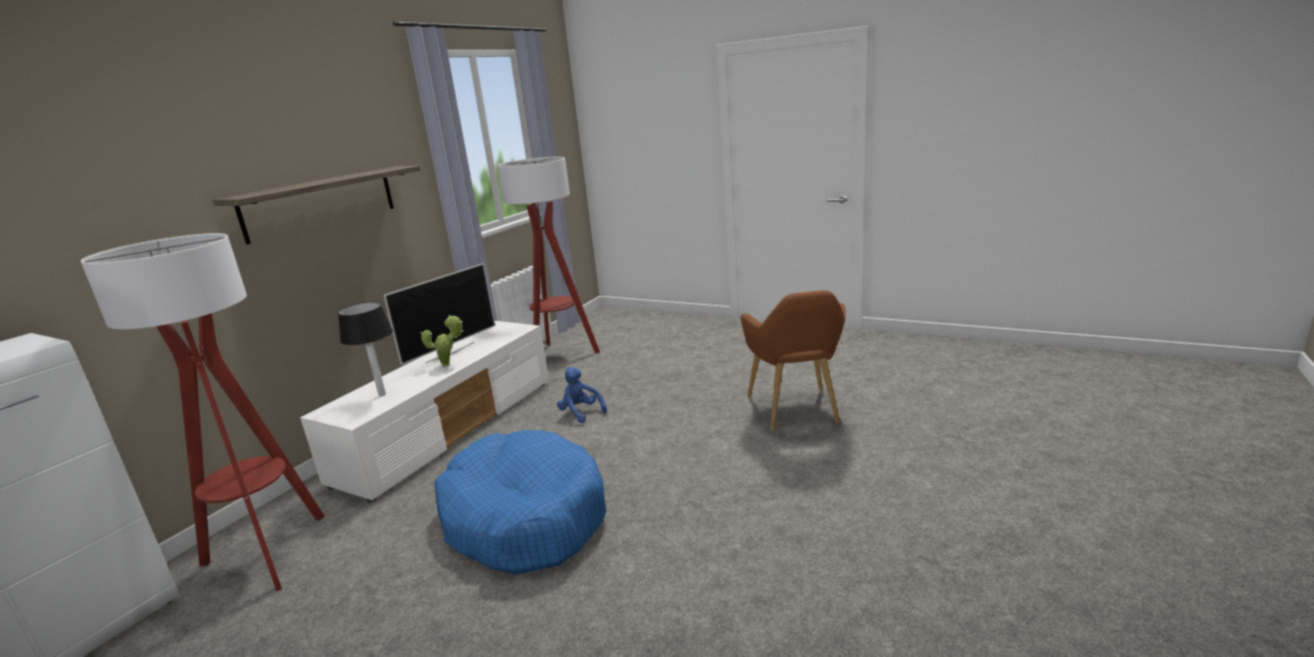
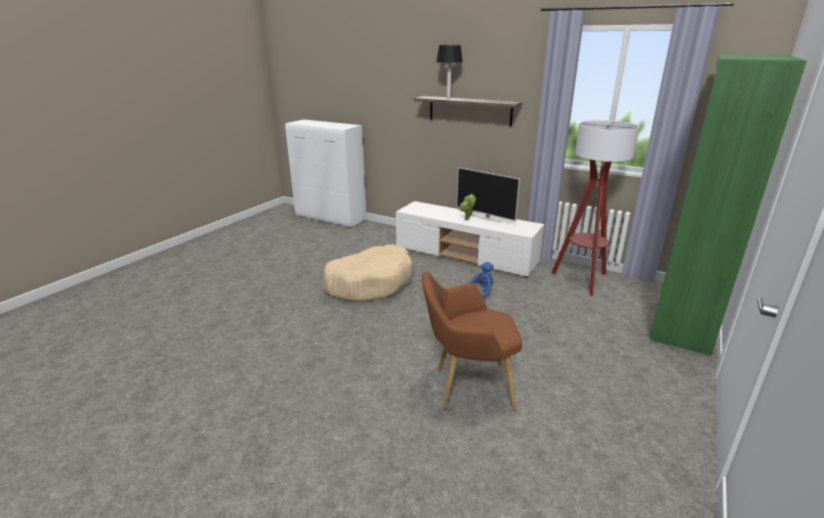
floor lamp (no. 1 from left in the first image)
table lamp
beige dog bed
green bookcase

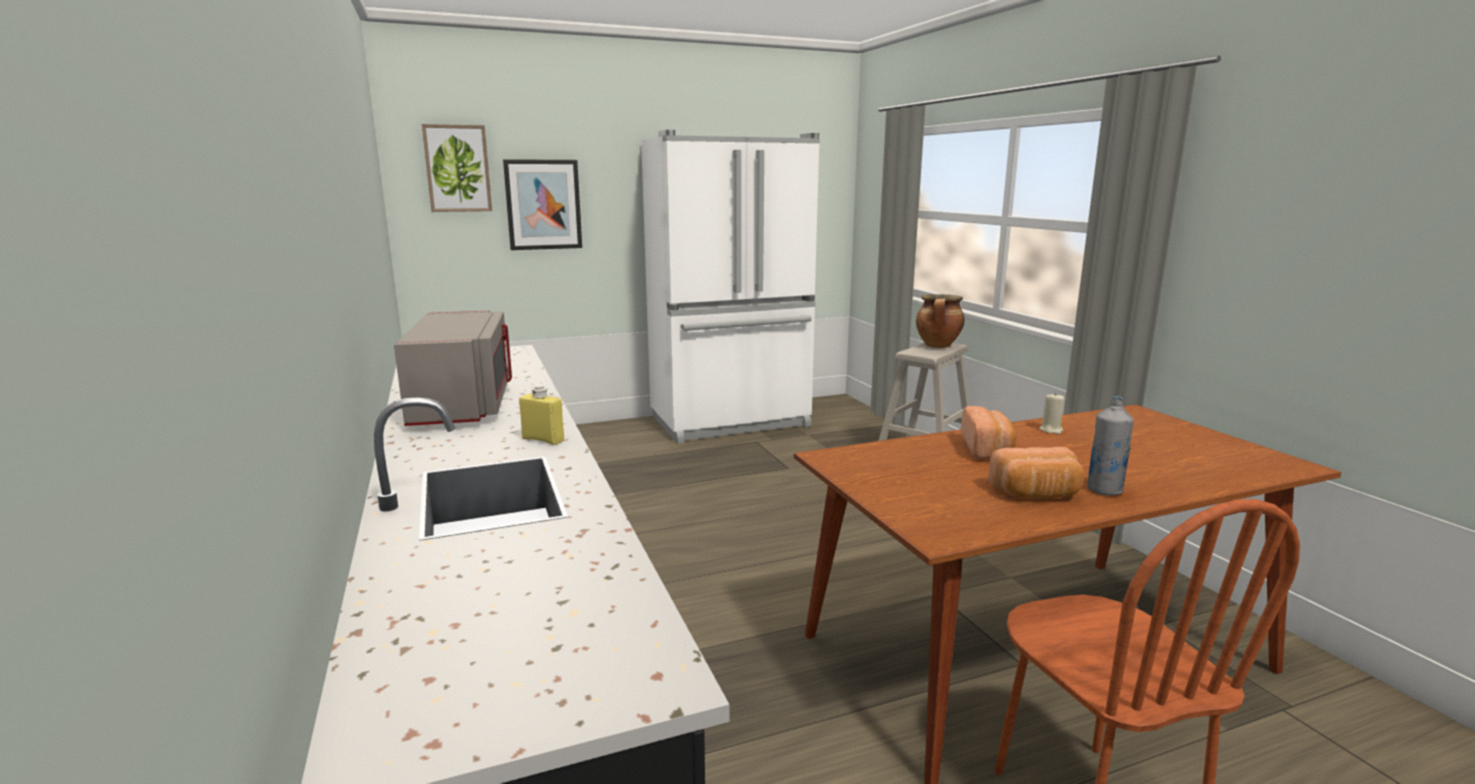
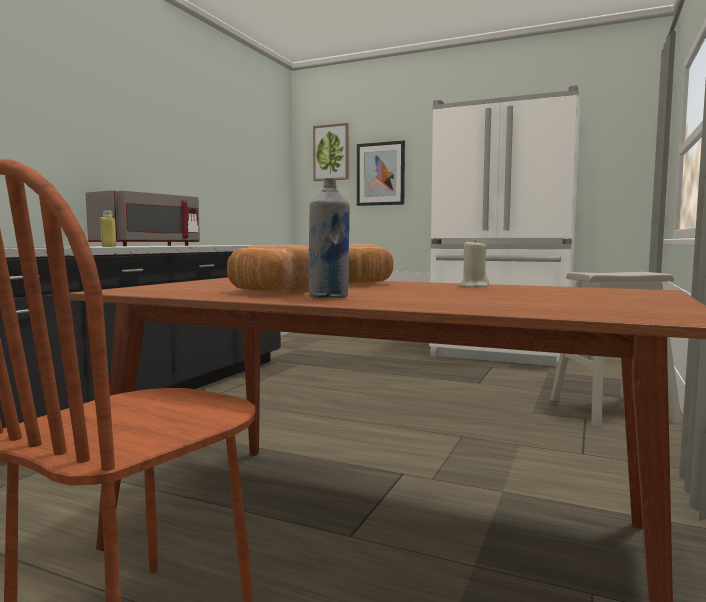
cooking pot

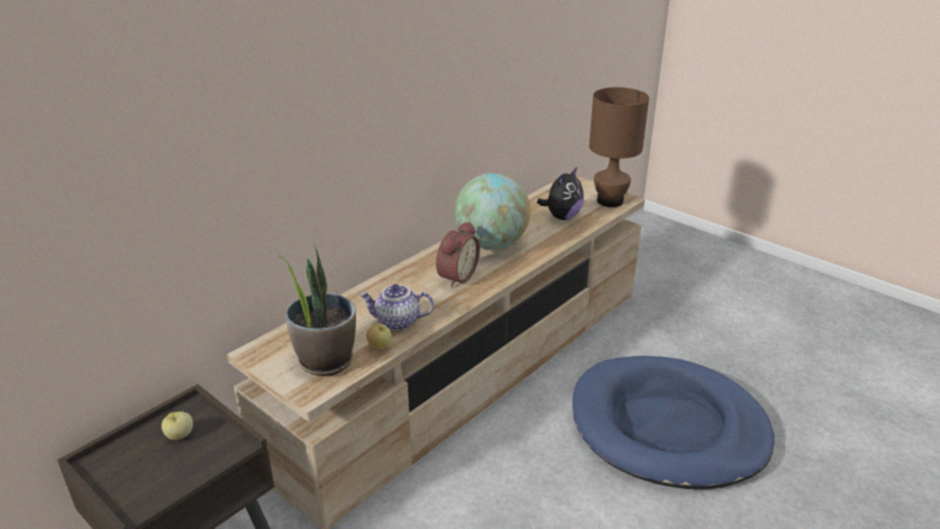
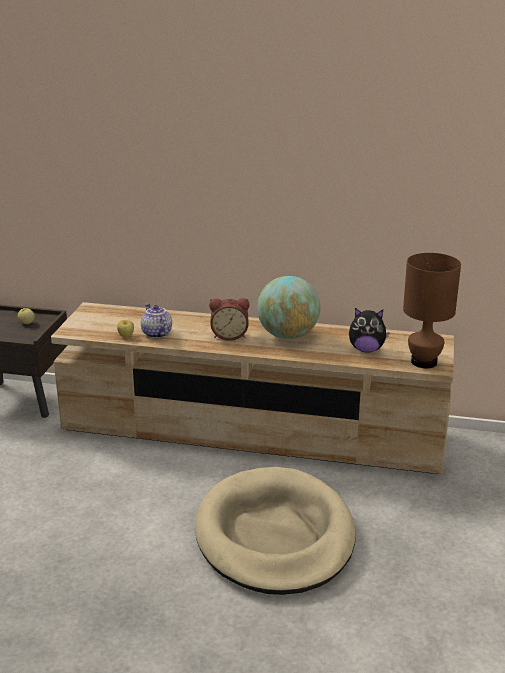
potted plant
beige dog bed

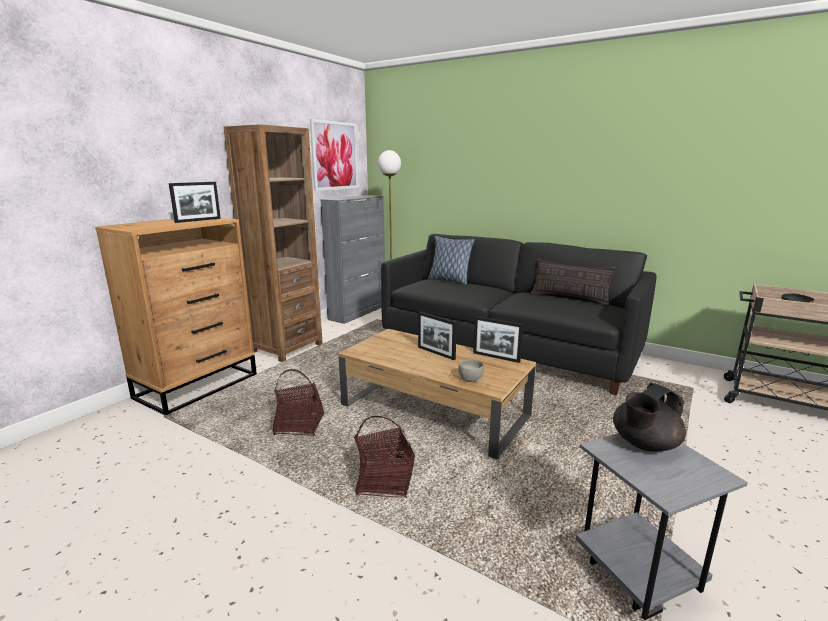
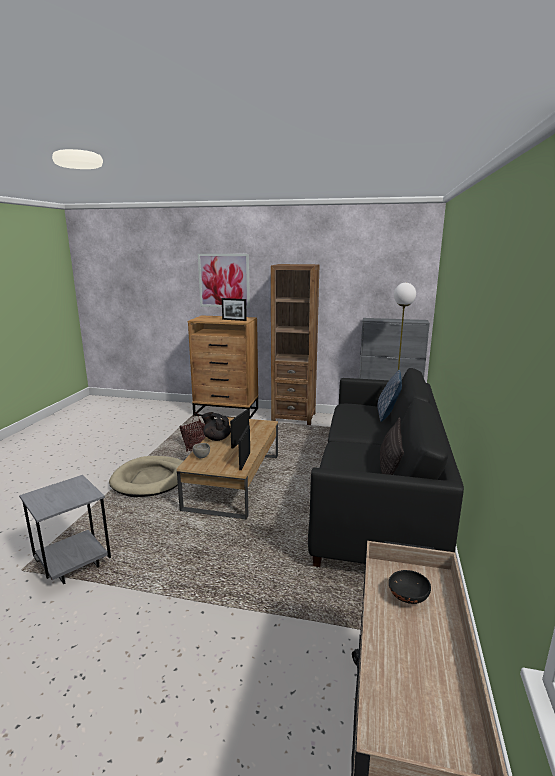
picture
beige dog bed
black teapot

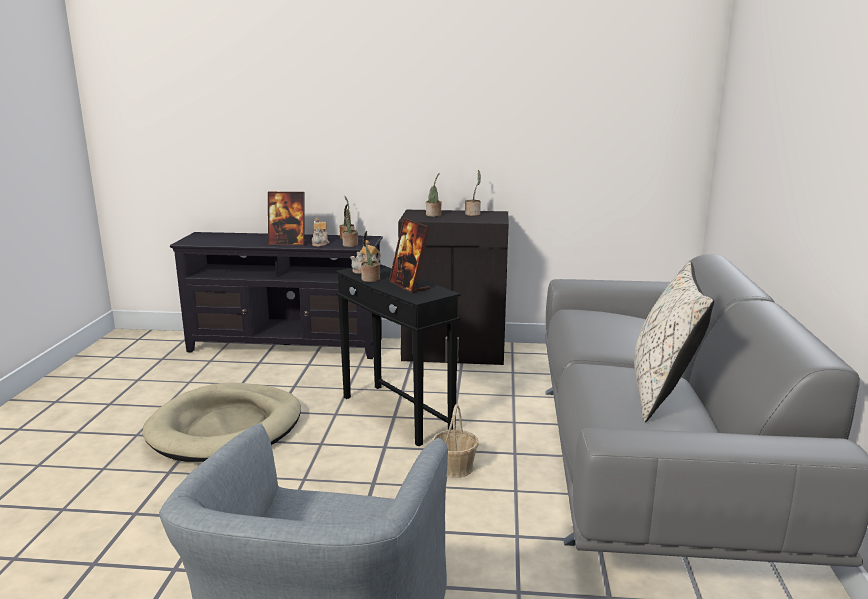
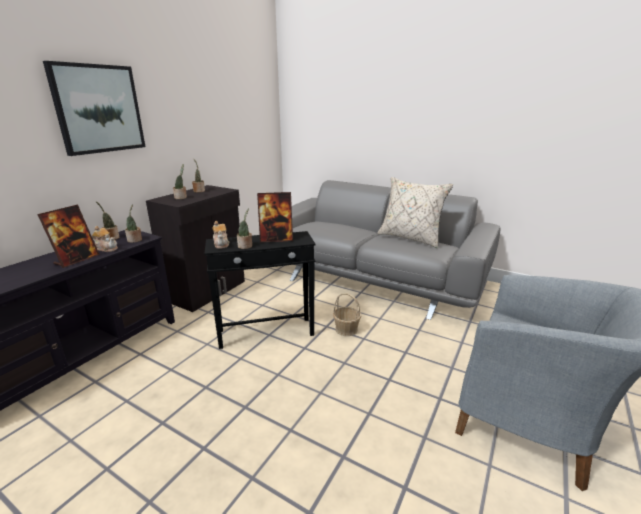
beige dog bed
picture

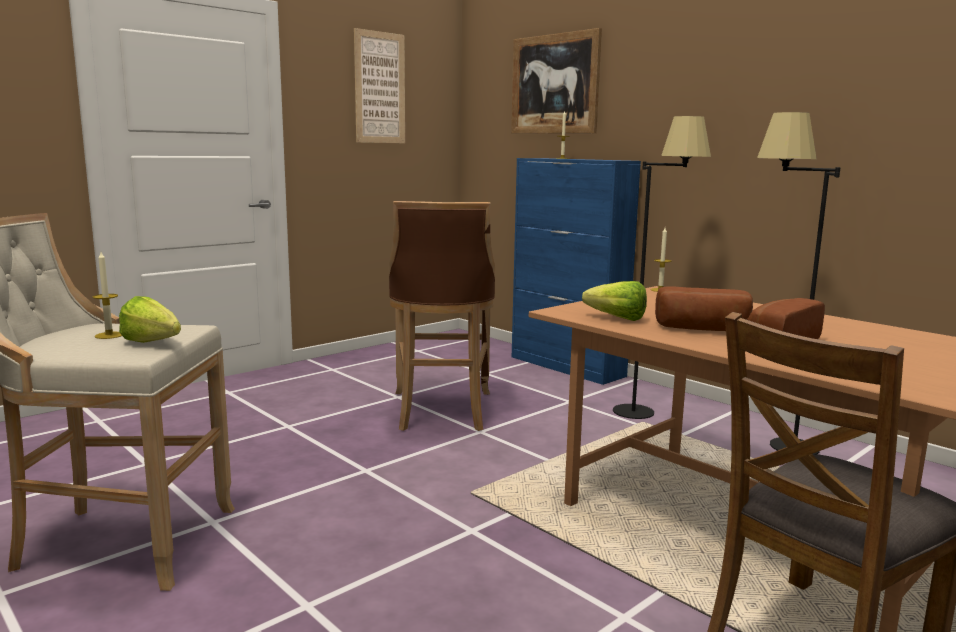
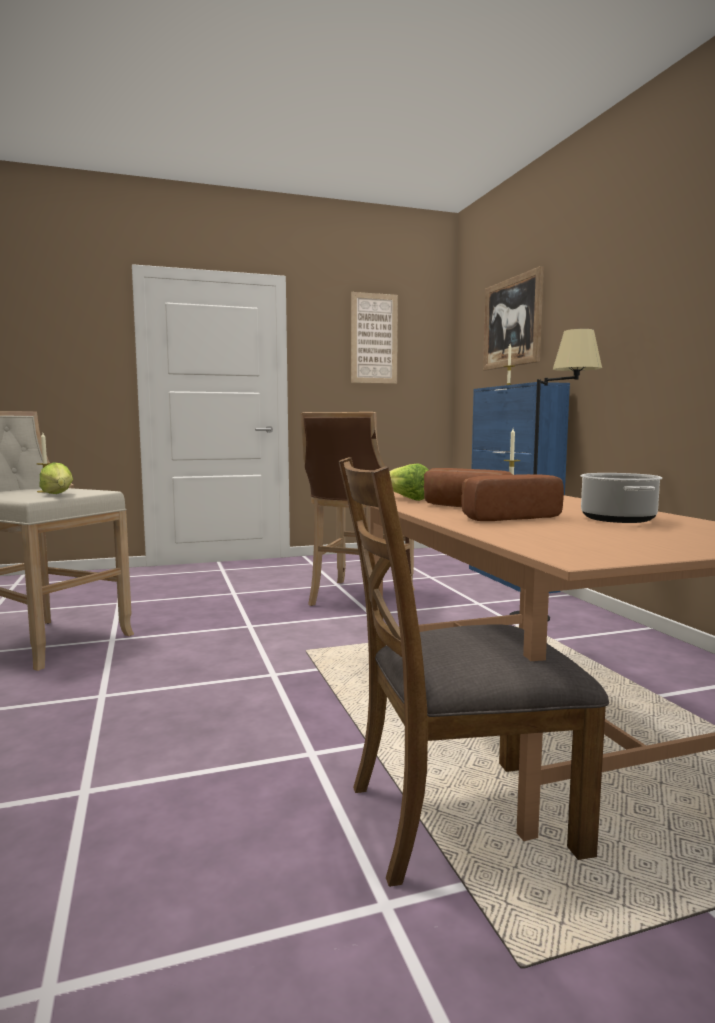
black floor lamp (no. 2 from left in the first image)
cooking pot

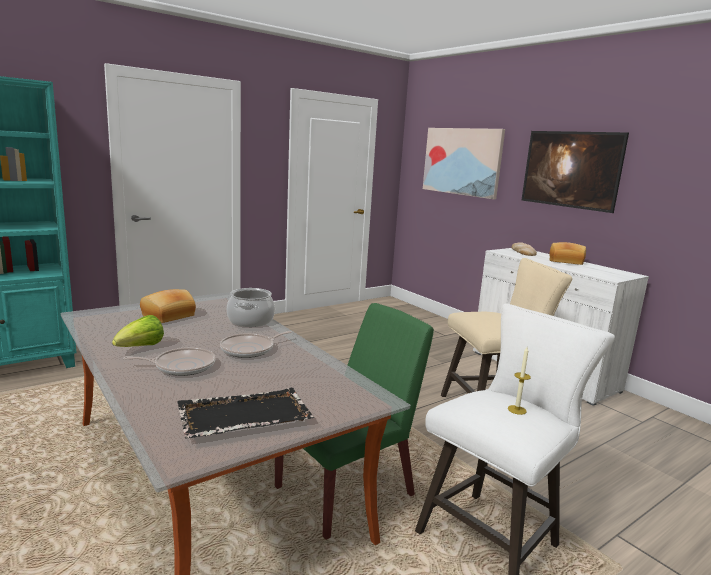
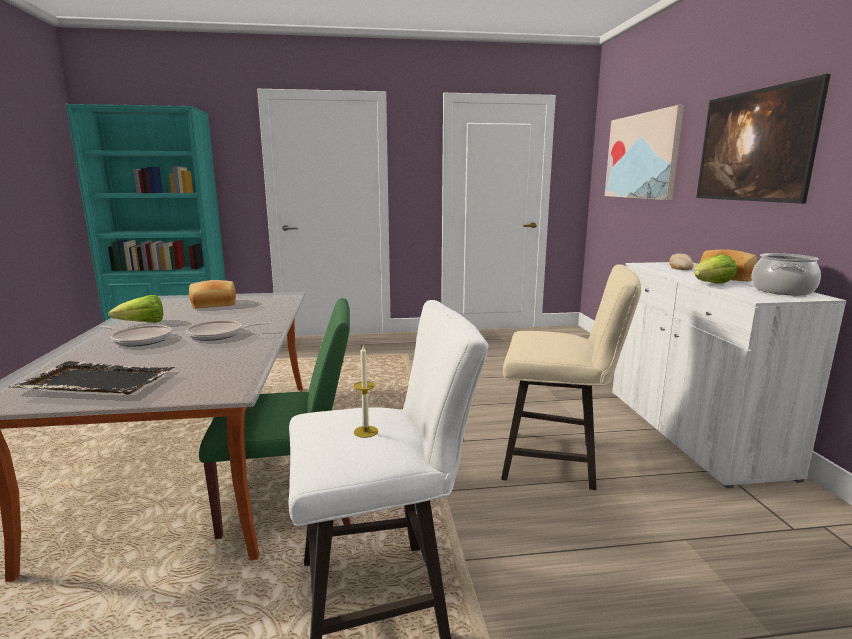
cooking pot
lettuce (no. 2 from left)

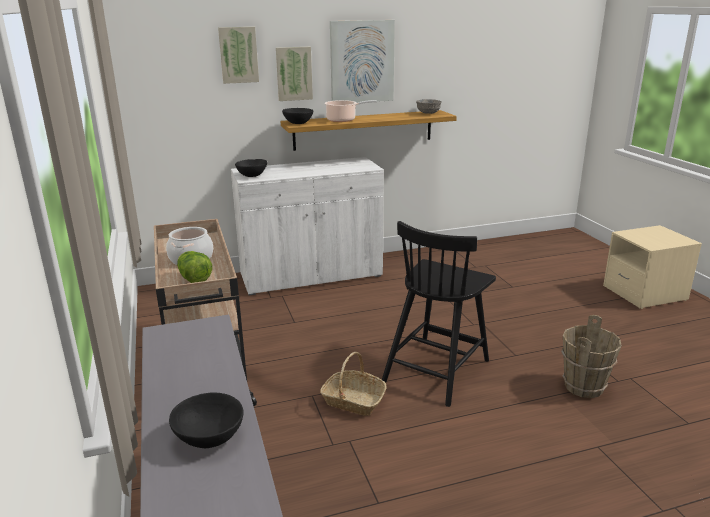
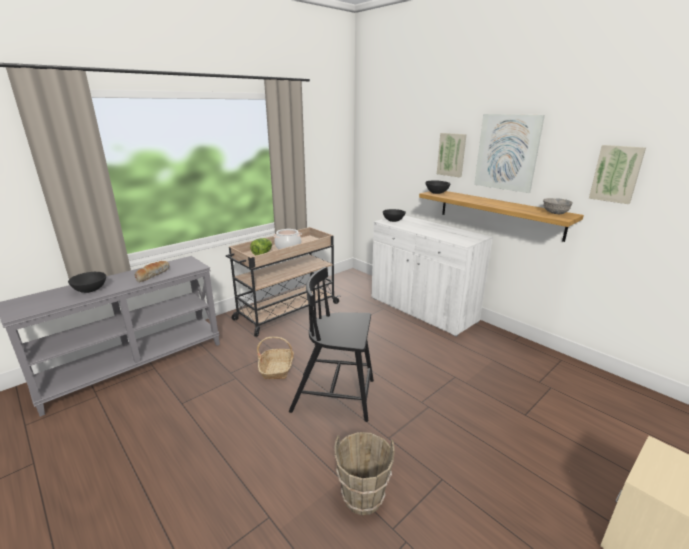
picture (no. 3 from left)
cooking pot (no. 2 from left in the first image)
bread

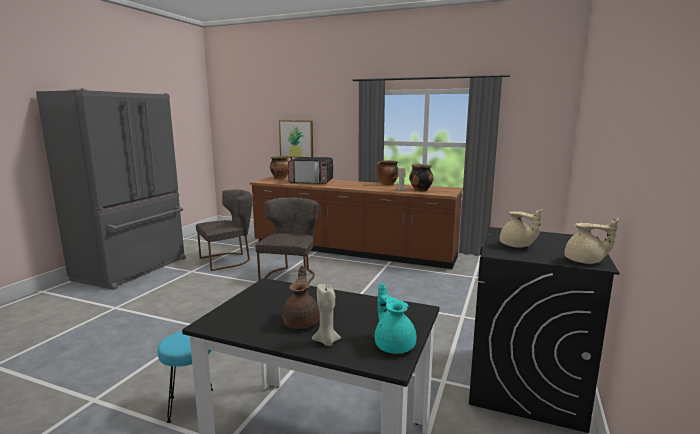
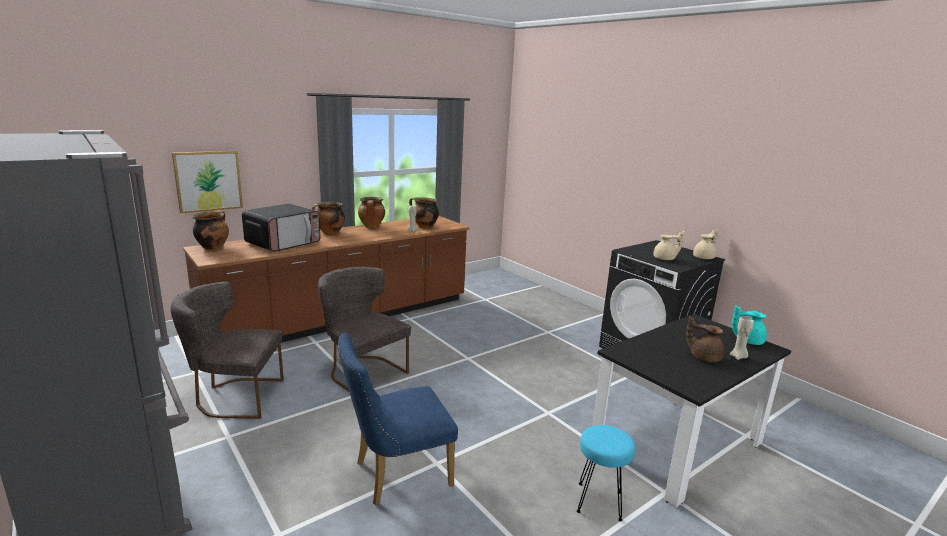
grey chair (no. 1 from left)
cooking pot (no. 2 from left)
blue chair

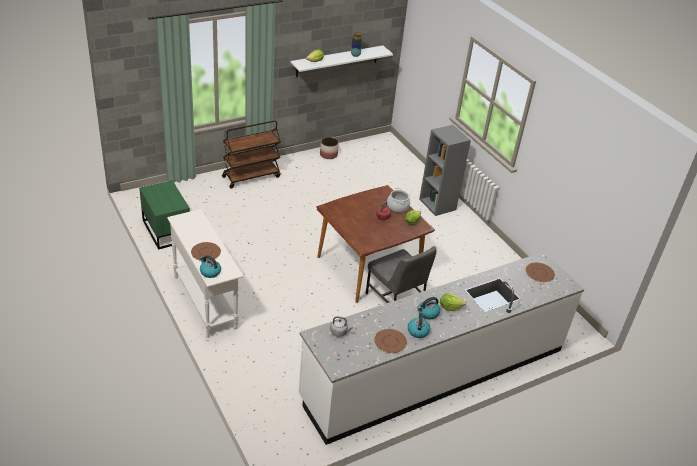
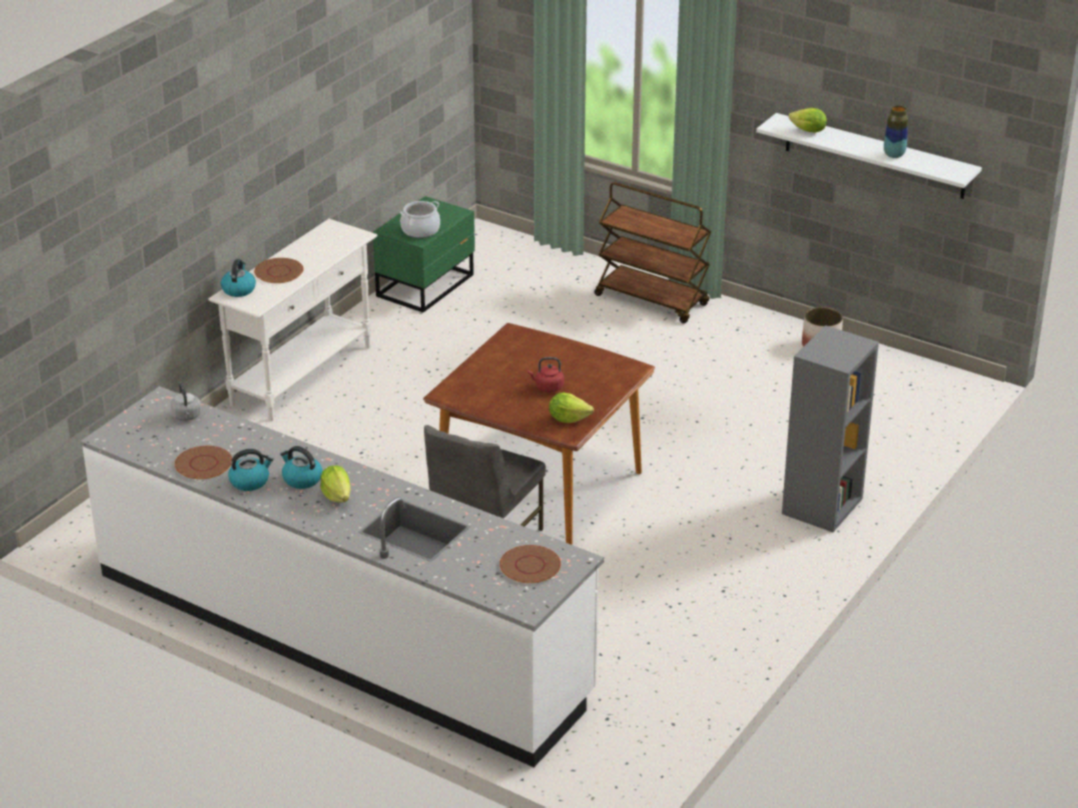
cooking pot

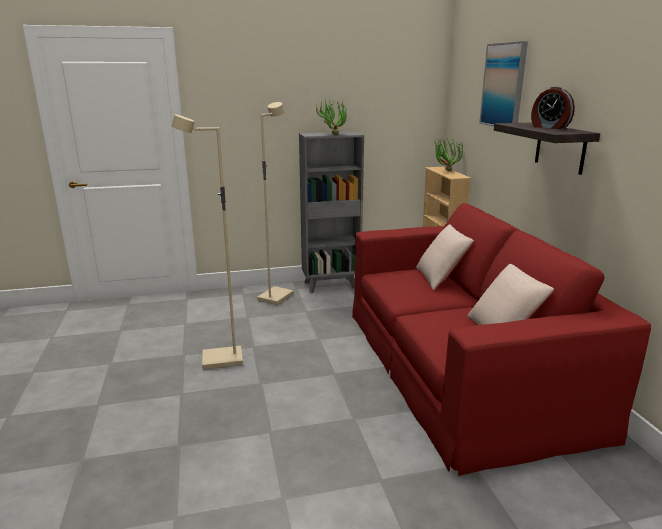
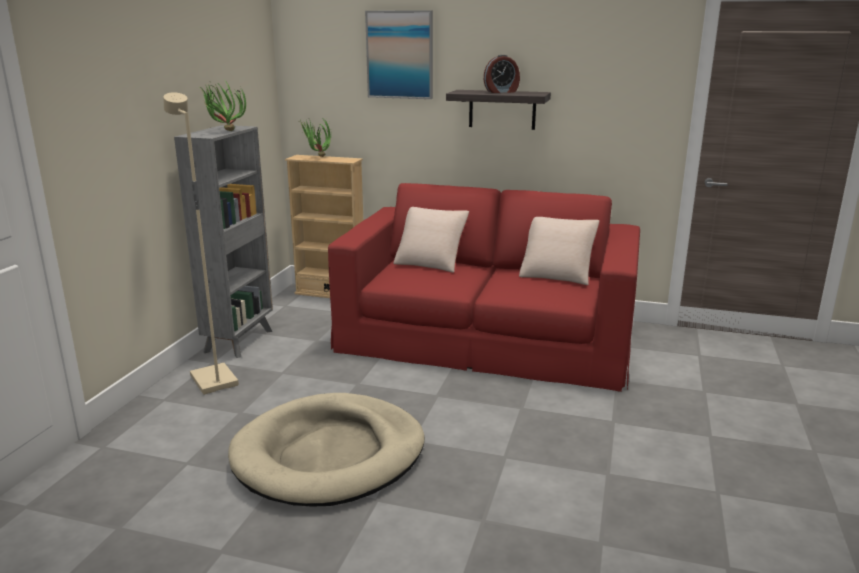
beige dog bed

